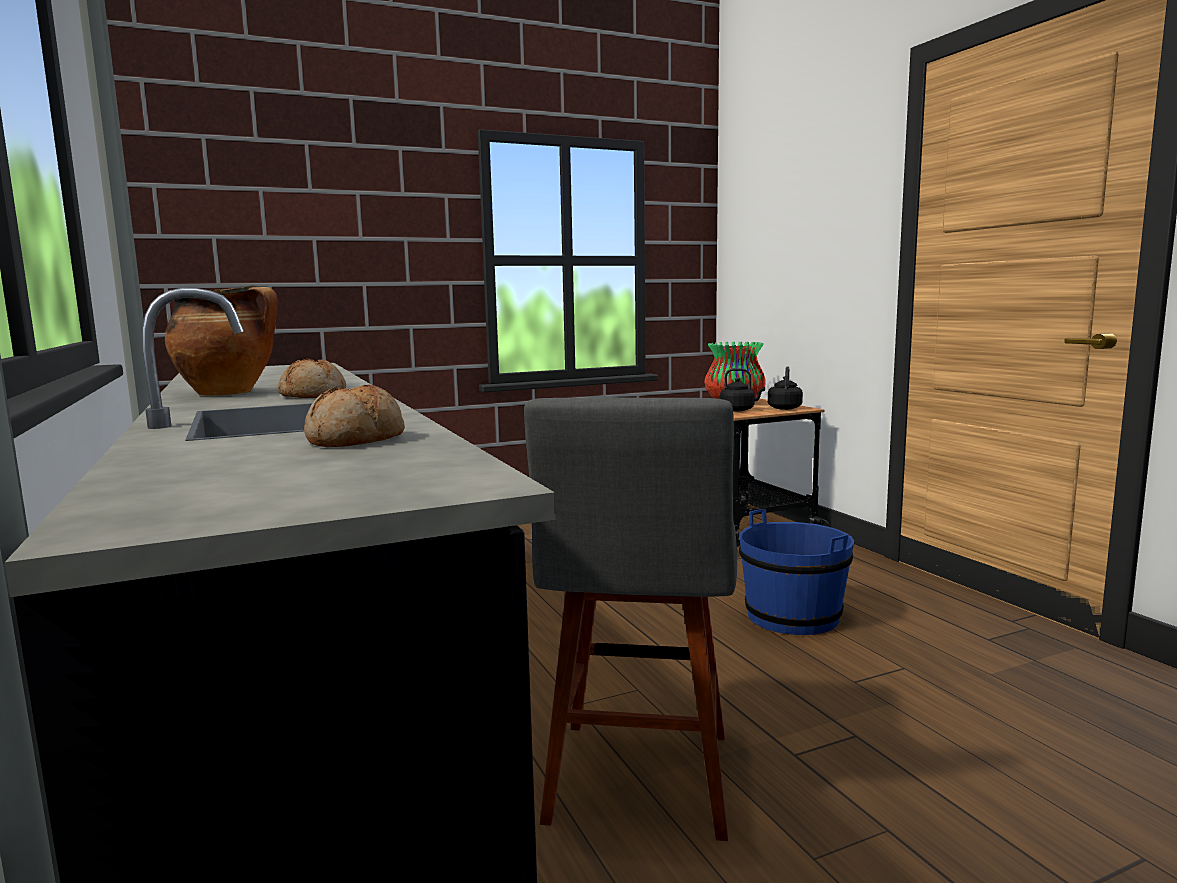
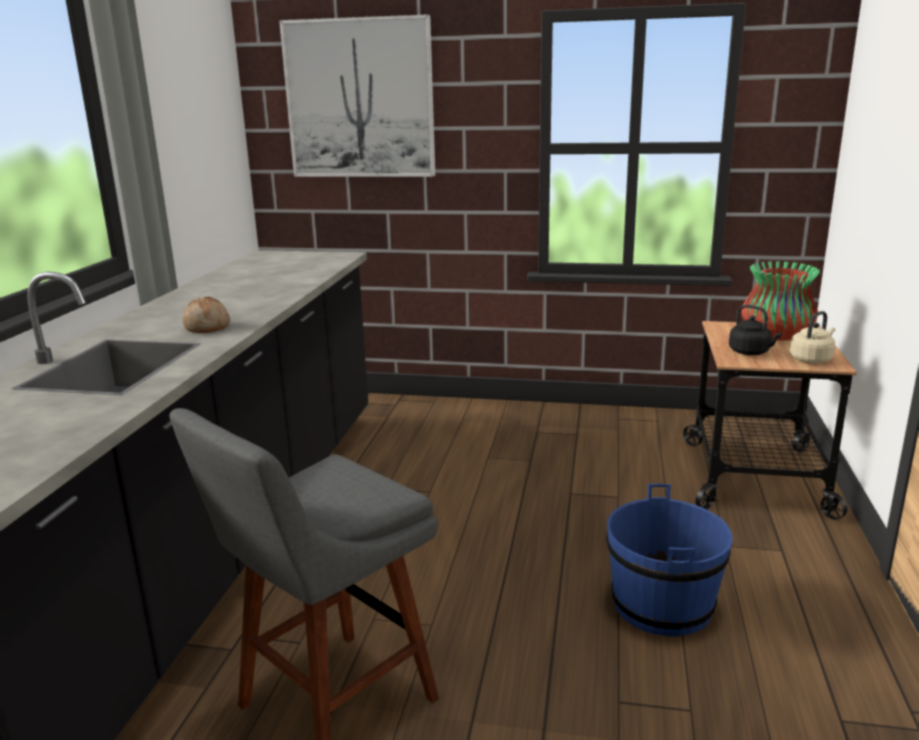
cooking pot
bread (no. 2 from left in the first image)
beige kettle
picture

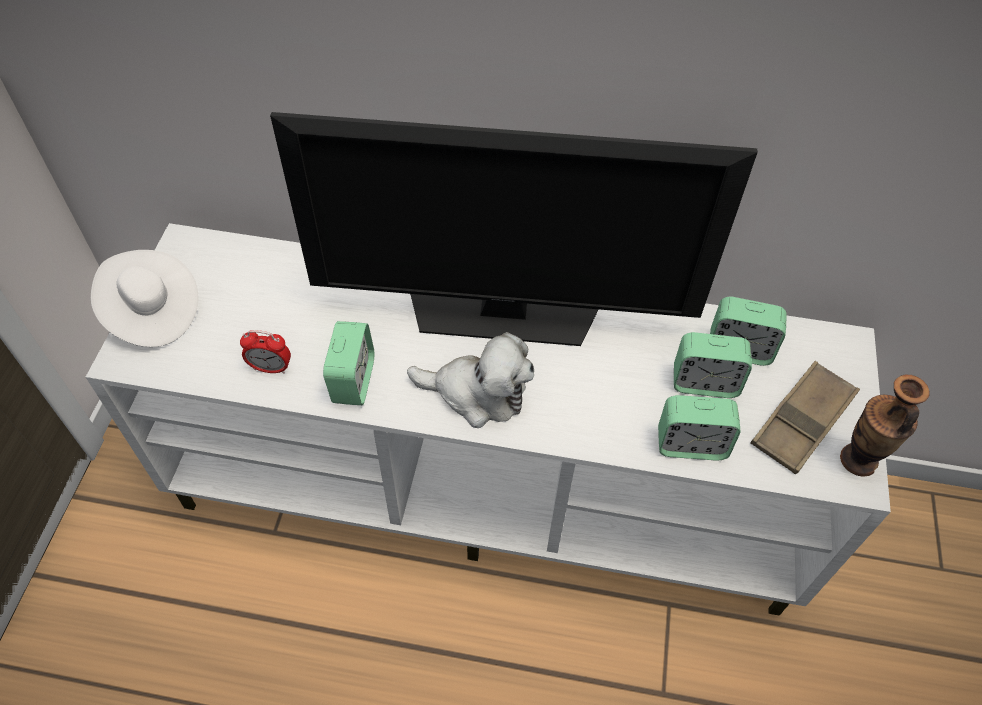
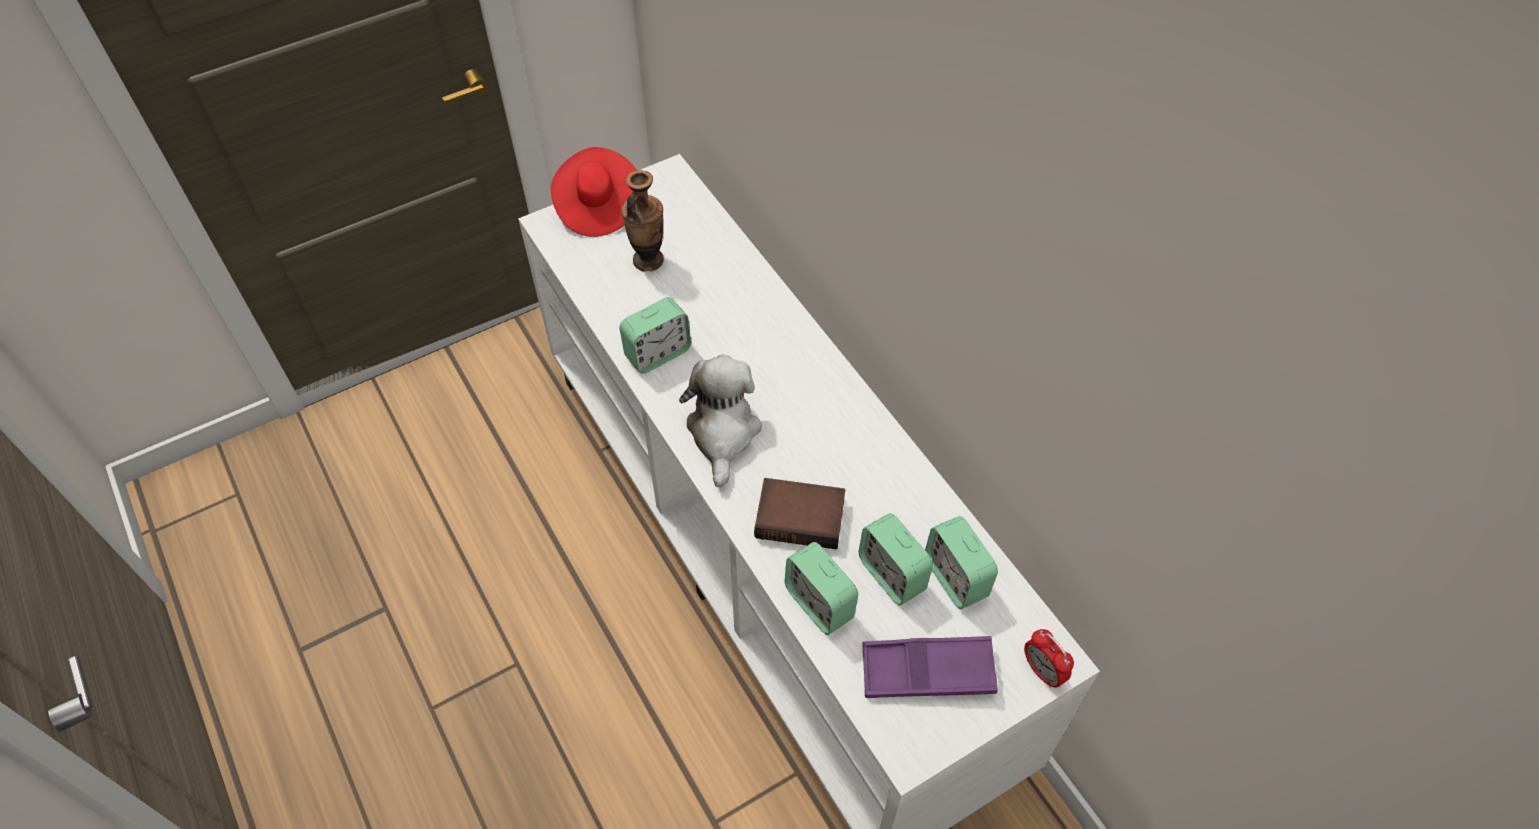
red hat
alarm clock (no. 5 from left)
television
plush toy
purple tray
vase
book

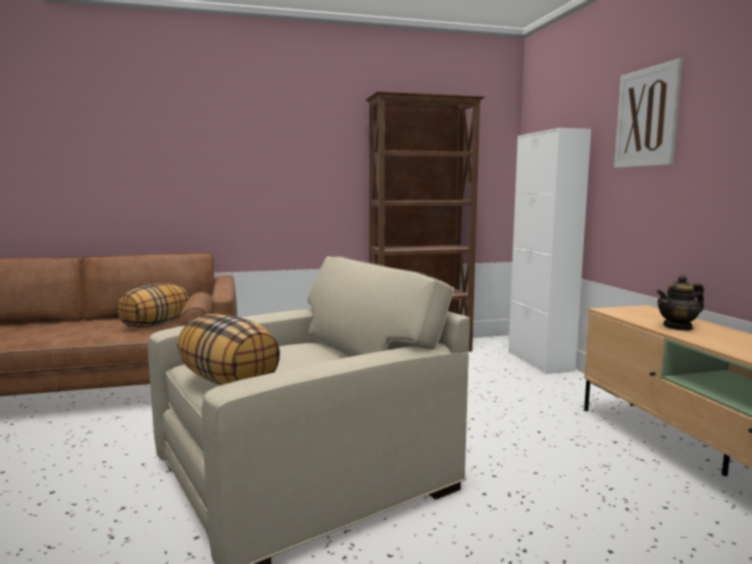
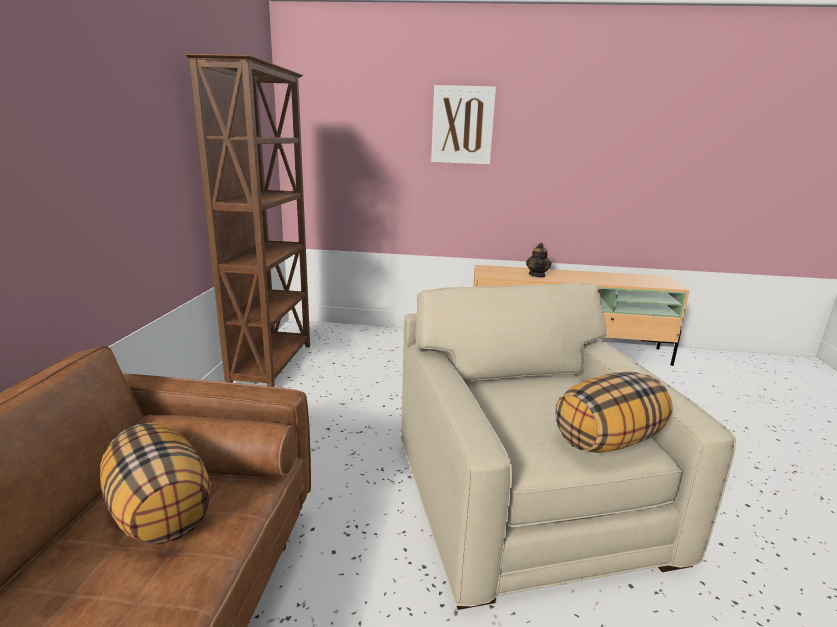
white cabinet

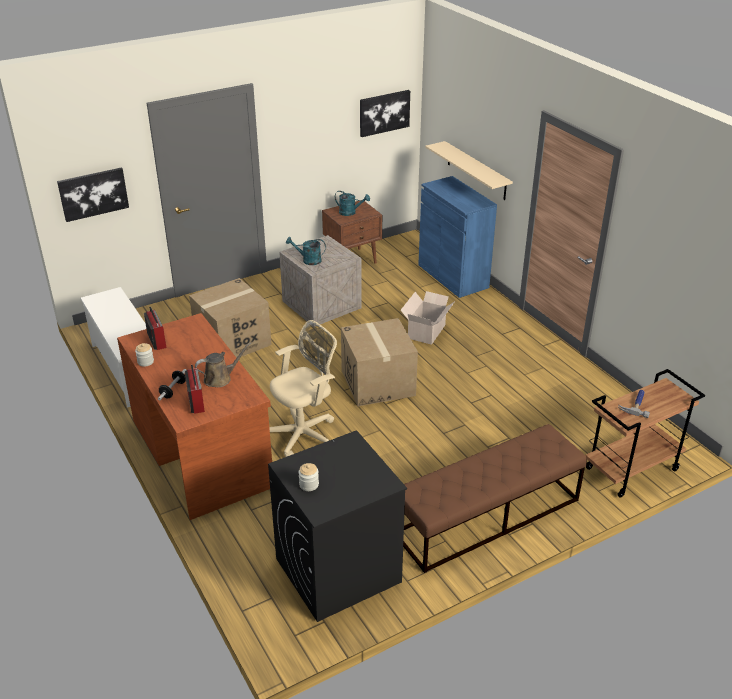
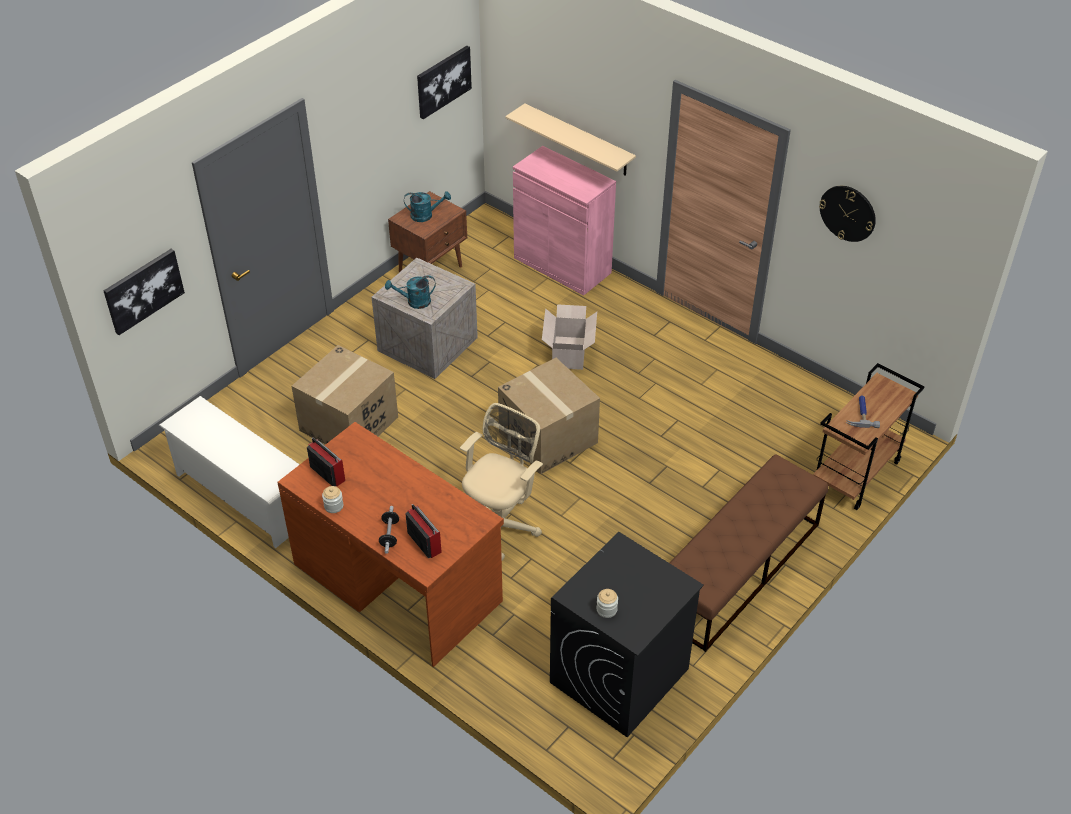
brown watering can
pink cabinet
wall clock

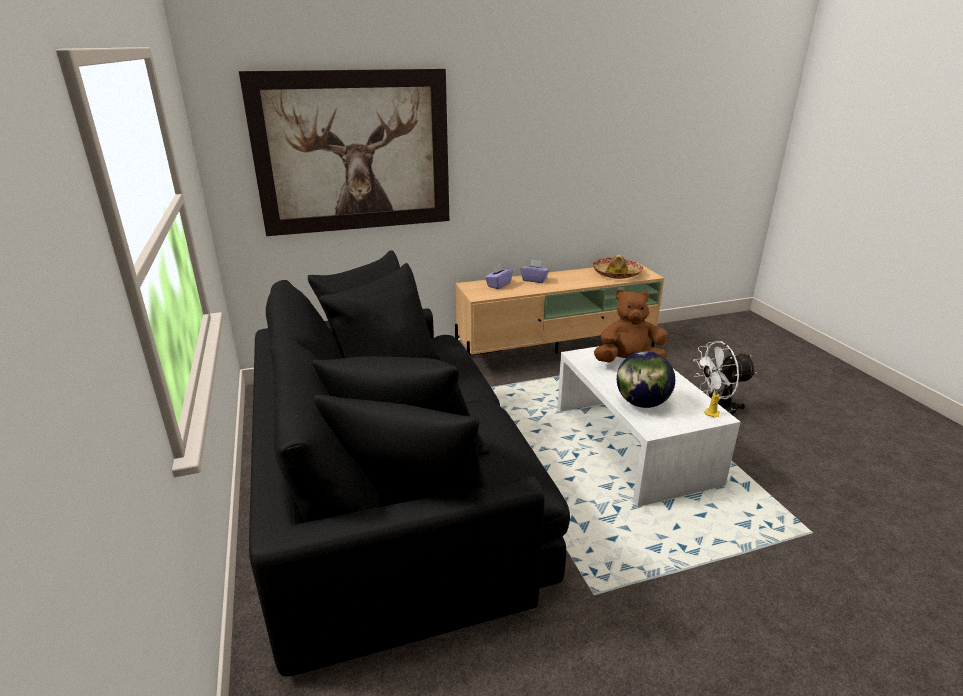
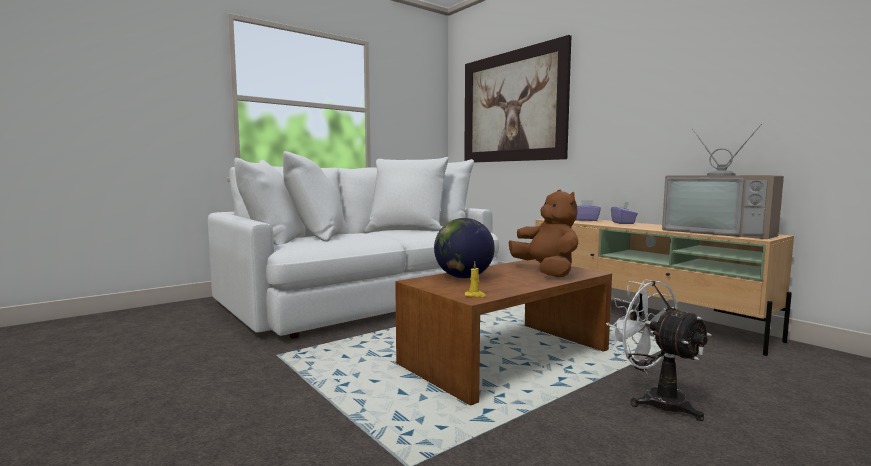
white sofa
brown coffee table
television

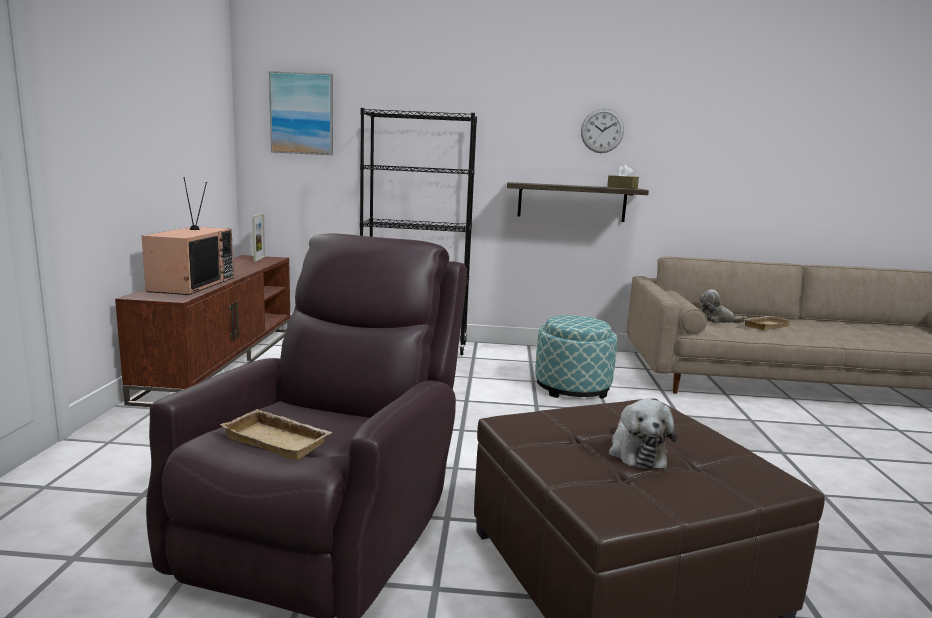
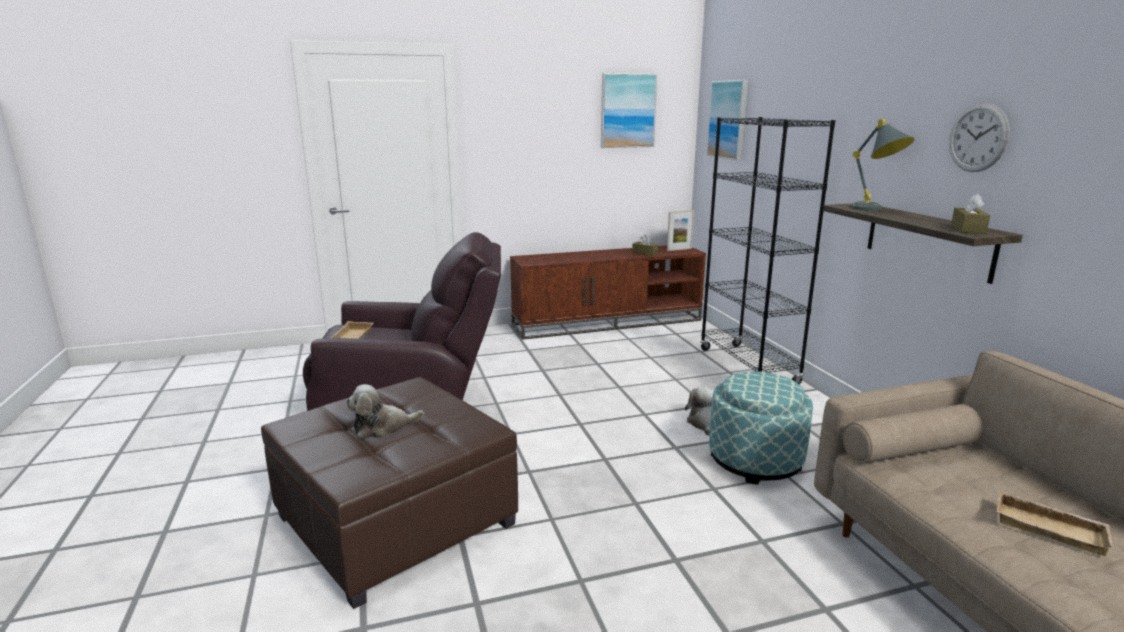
television
plush toy (no. 2 from left)
picture (no. 1 from left)
brown tissue box (no. 1 from left)
grey table lamp

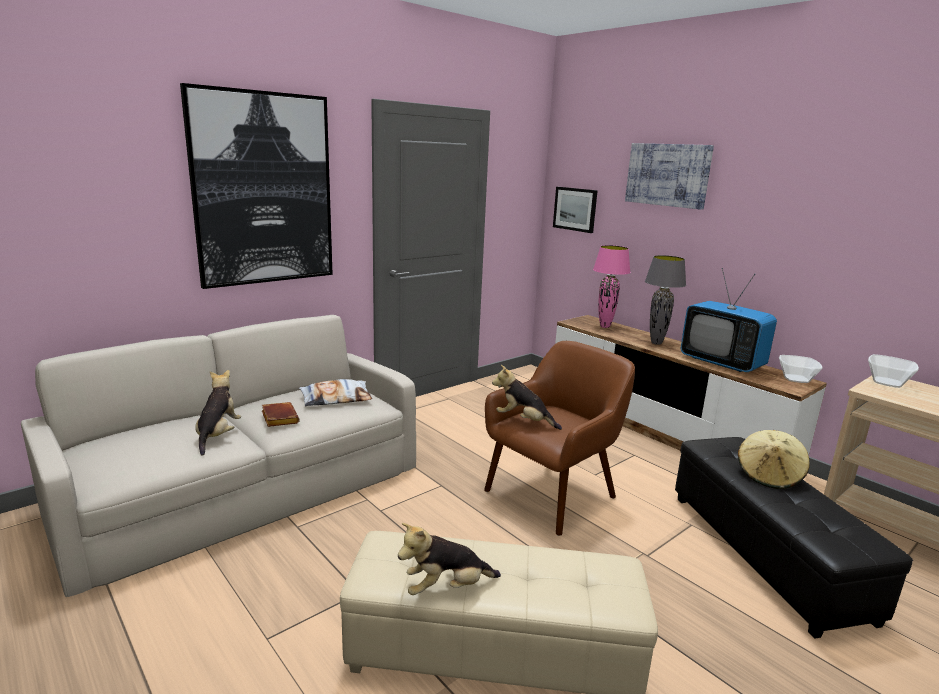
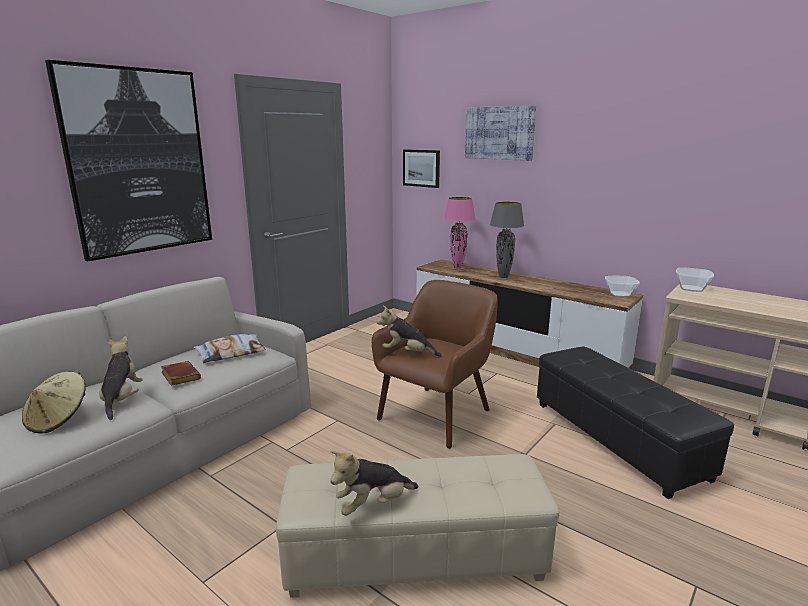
television
beige hat

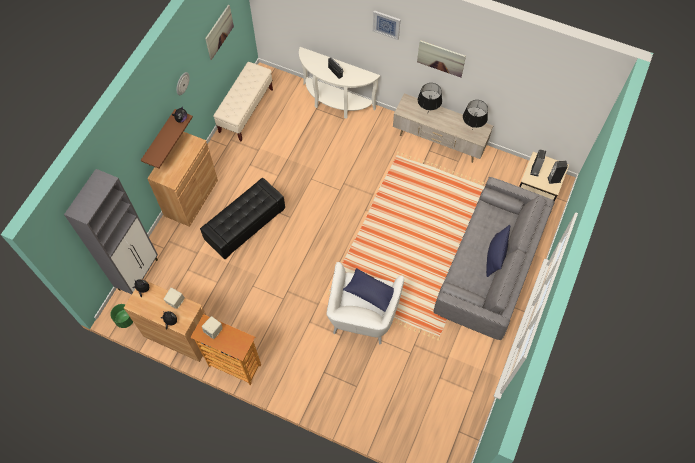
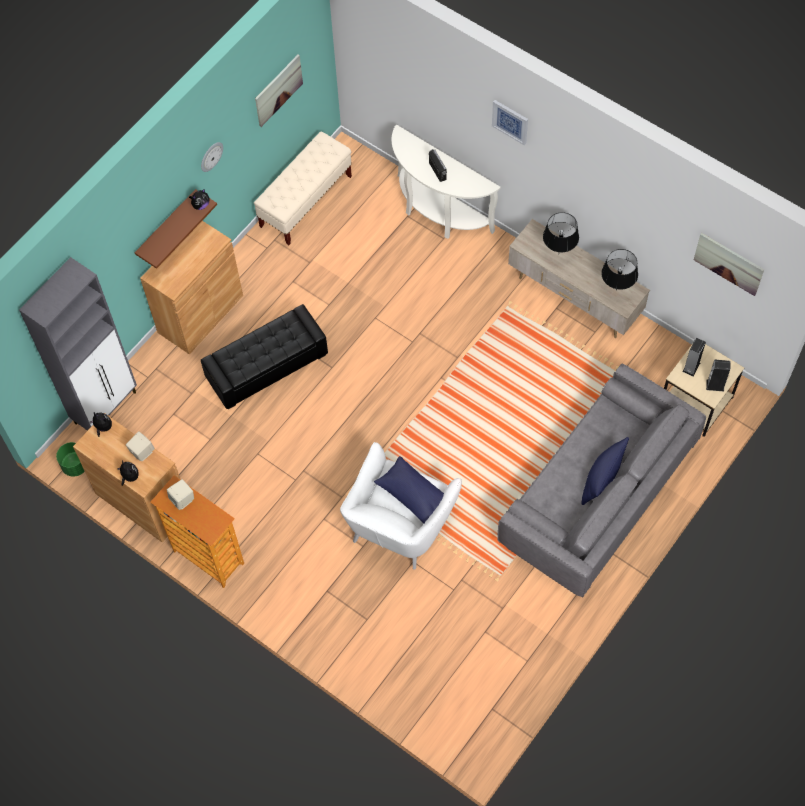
picture (no. 3 from left)

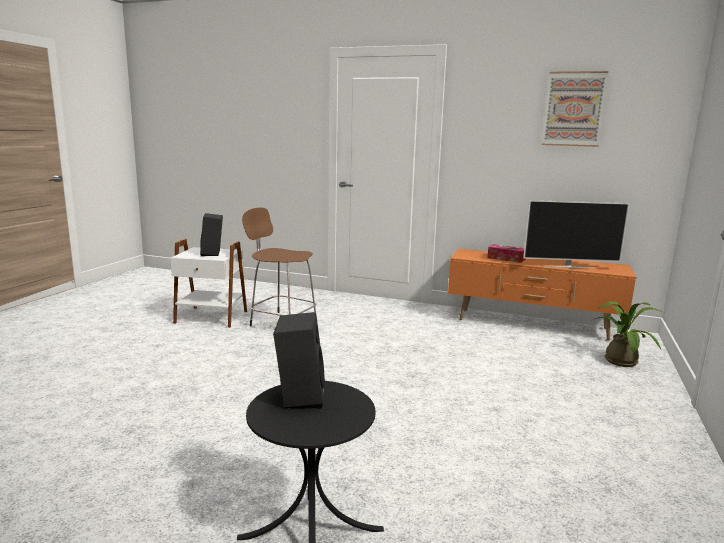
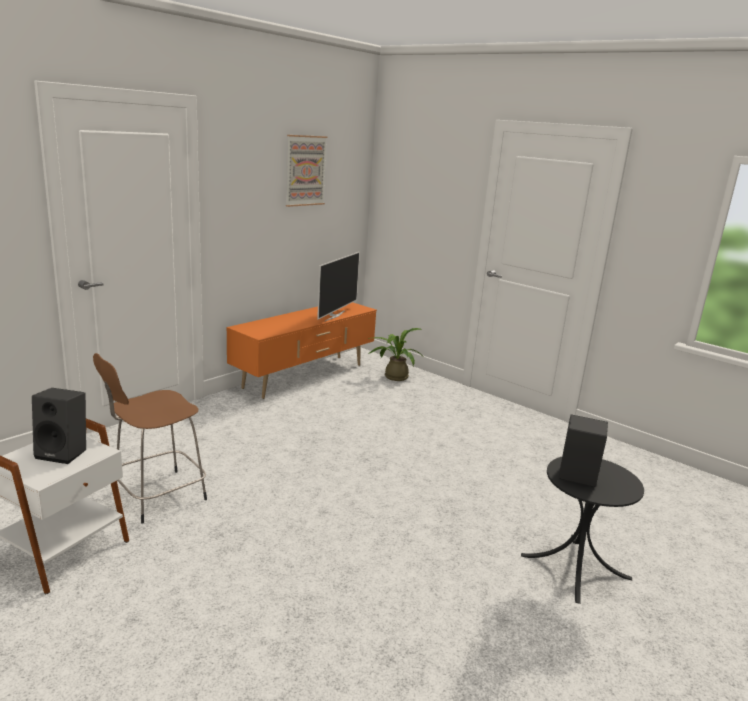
tissue box

